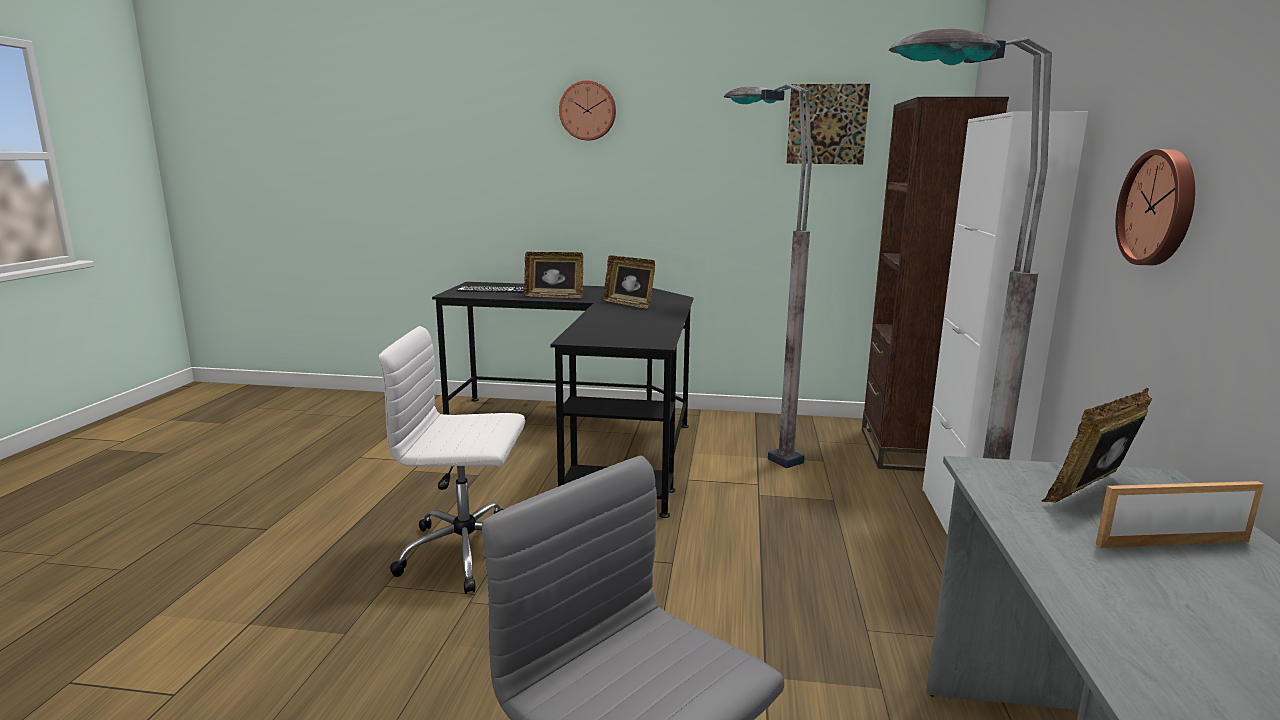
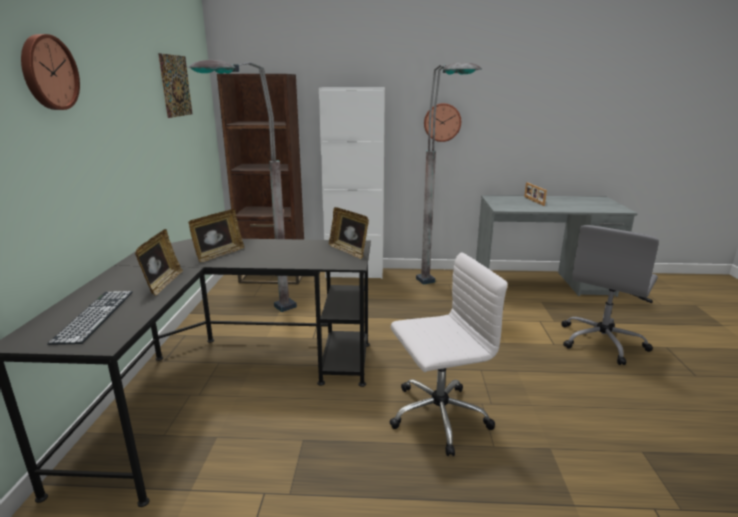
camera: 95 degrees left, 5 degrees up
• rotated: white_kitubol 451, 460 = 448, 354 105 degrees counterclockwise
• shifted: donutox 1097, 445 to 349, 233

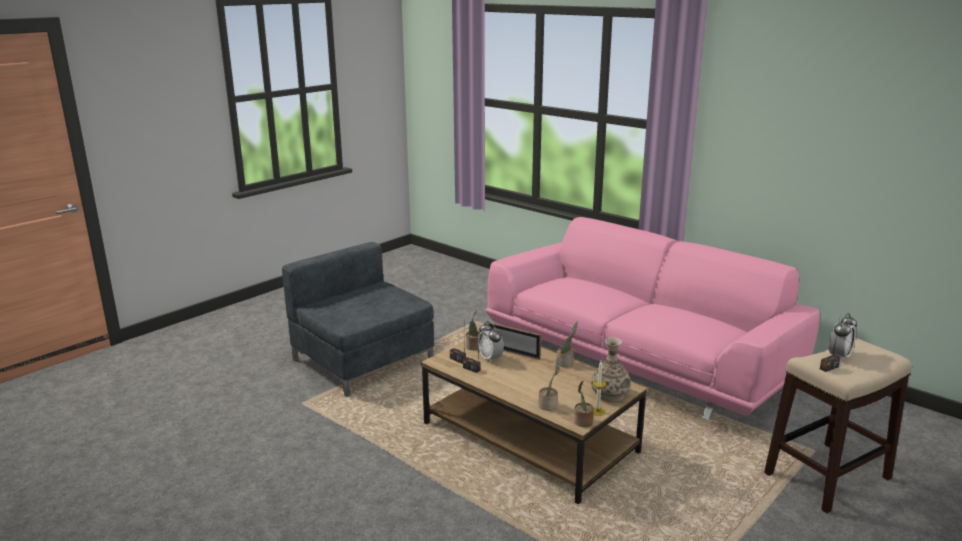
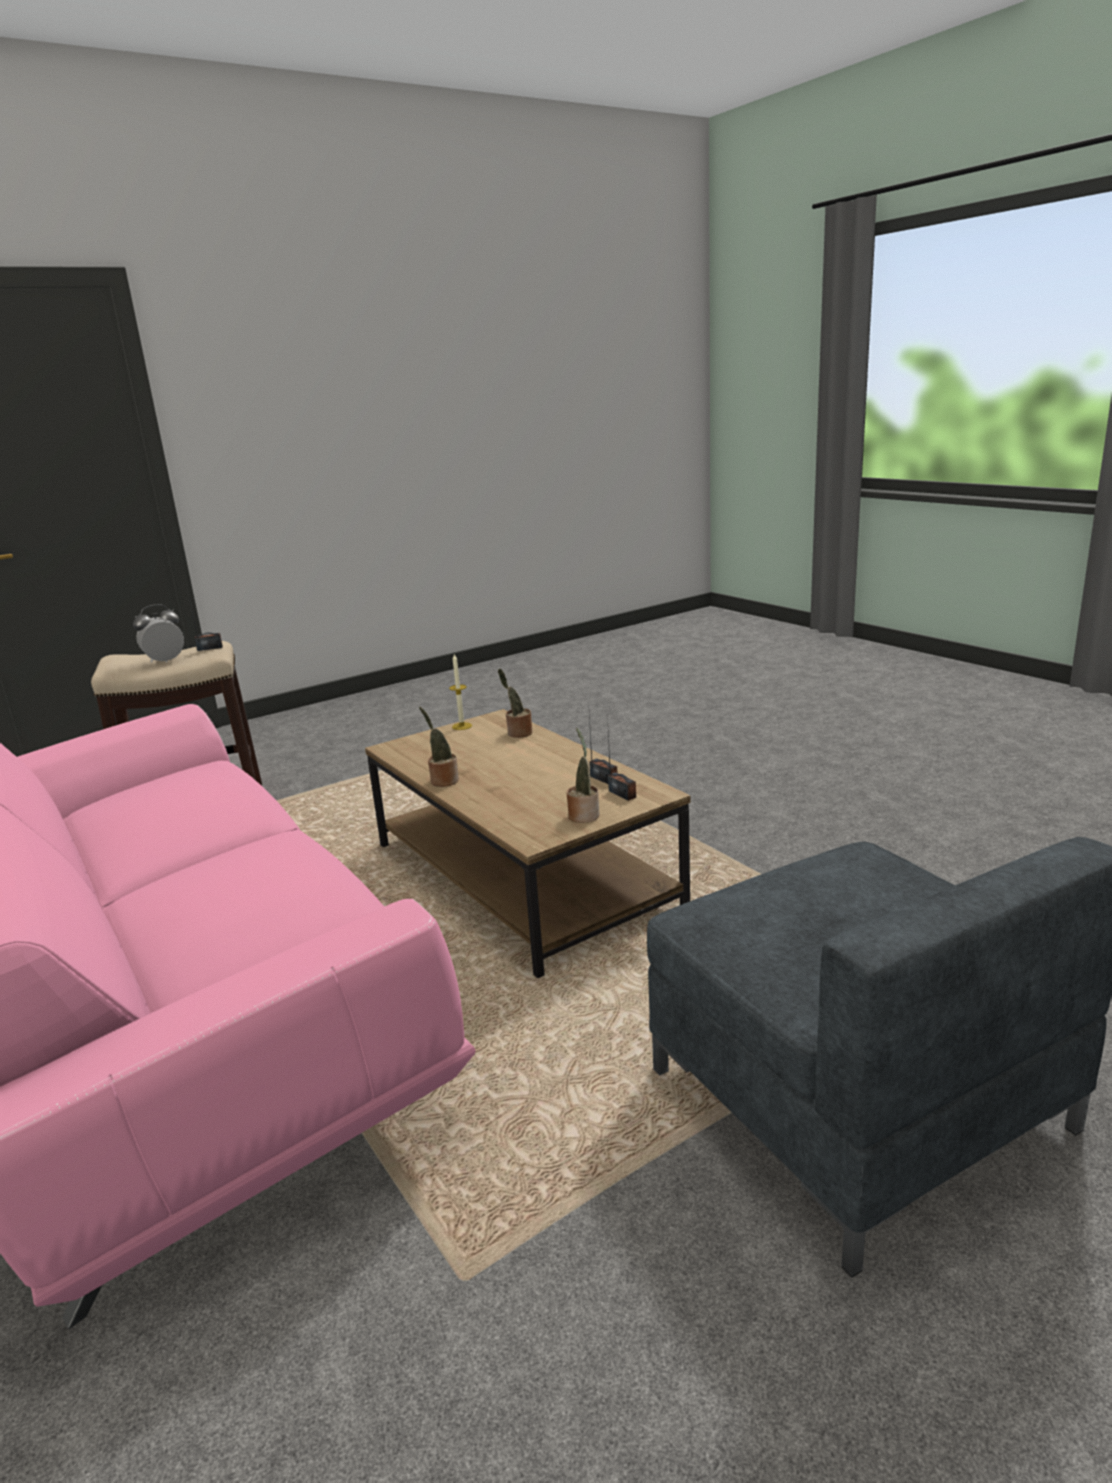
camera: 165 degrees left, 0 degrees up
• gone: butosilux 491, 342
• gone: donutox 514, 341
• gone: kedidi 584, 403
• gone: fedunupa 611, 369

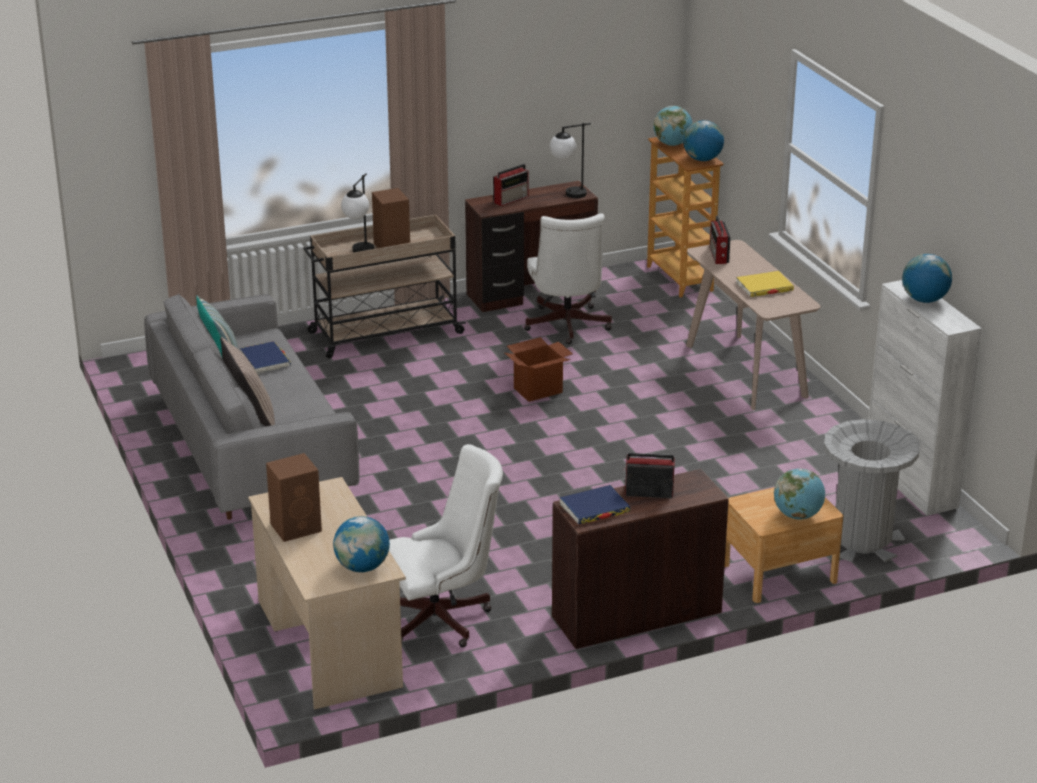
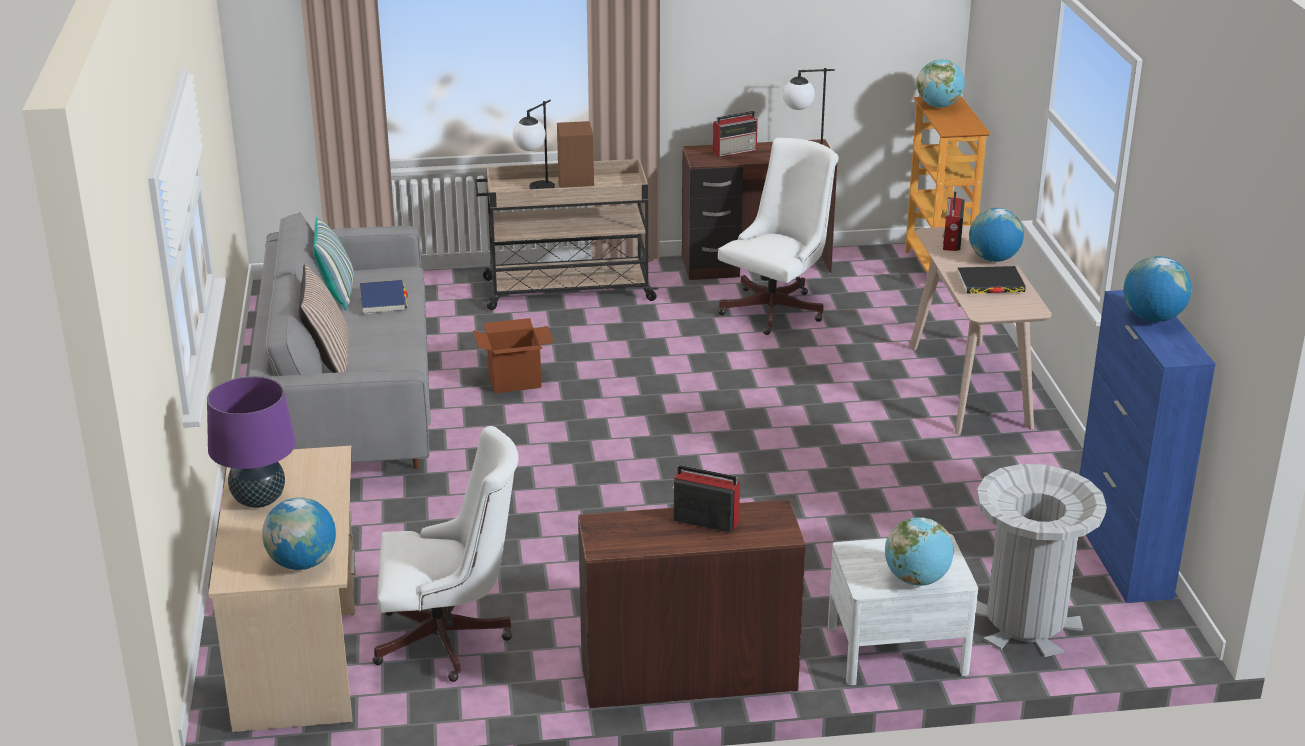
camera: 15 degrees right, 0 degrees up
• swapped: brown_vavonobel 294, 497 to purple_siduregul 251, 442
• shifted: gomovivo 539, 369 to 513, 355
• rotated: white_kitubol 568, 278 = 778, 236 150 degrees counterclockwise
• gone: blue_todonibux 595, 505
• shifted: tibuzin 703, 140 to 996, 235
• repainted: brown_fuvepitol 783, 545 to white_fuvepitol 903, 609
• repainted: yellow_todonibux 765, 284 to black_todonibux 991, 280
• repainted: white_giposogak 925, 398 to blue_giposogak 1147, 446

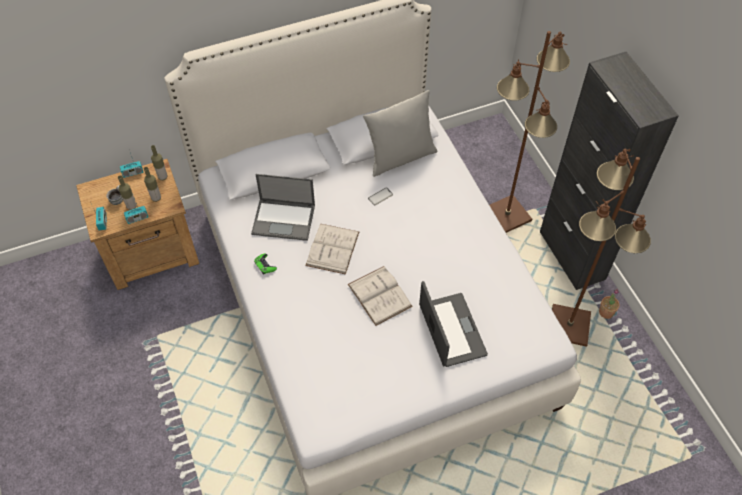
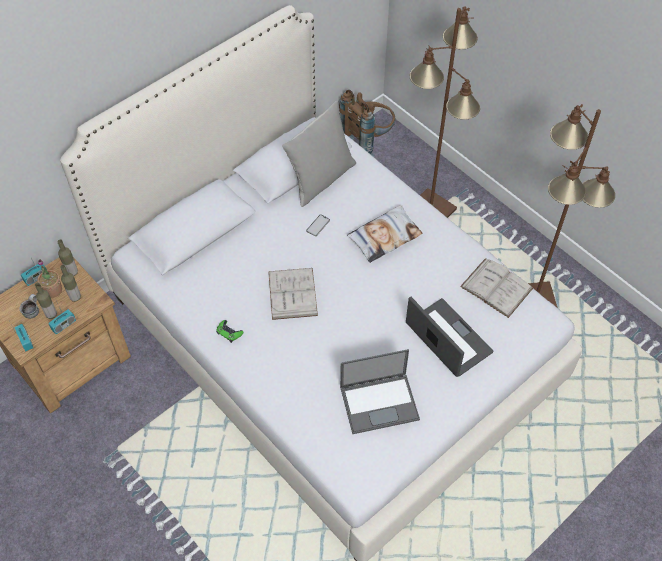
camera: 20 degrees left, 0 degrees up
• shifted: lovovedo 283, 207 to 380, 391
• shifted: white_todonibux 380, 296 to 496, 288
• gone: black_giposogak 609, 171
• shifted: kedidi 609, 304 to 49, 278
• new: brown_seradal 367, 123
• new: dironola 385, 234

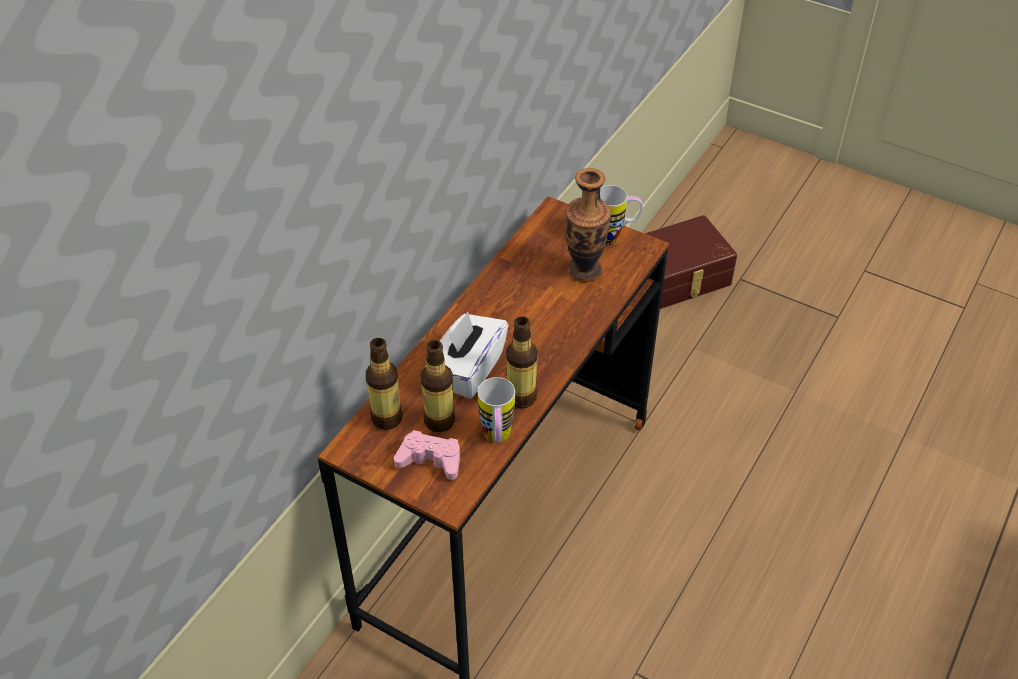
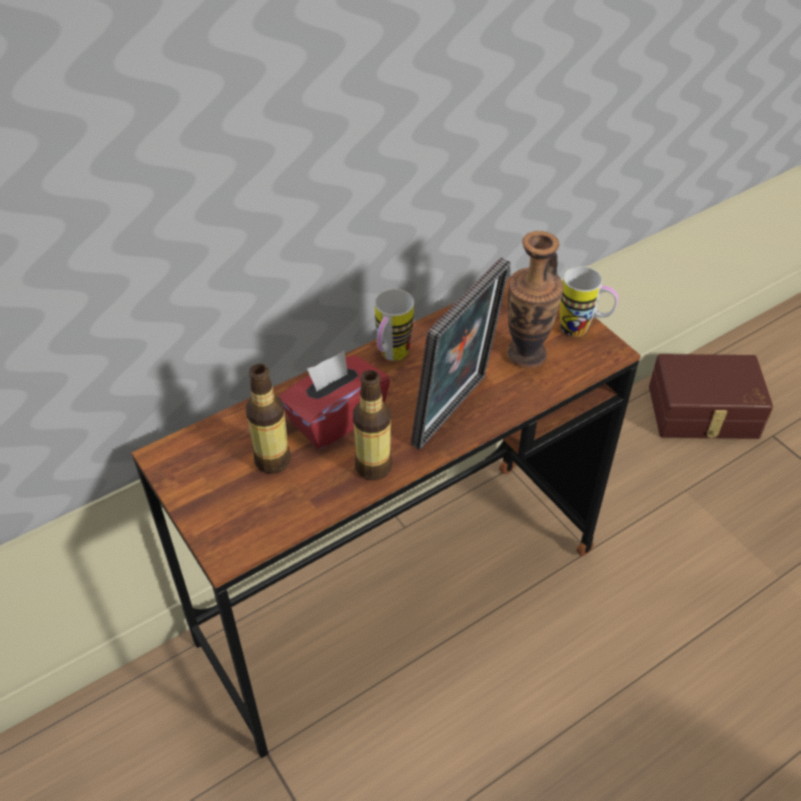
camera: 25 degrees right, 0 degrees up
• gone: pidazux 384, 384
• gone: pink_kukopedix 427, 455
• repainted: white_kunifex 466, 355 to red_kunifex 334, 400
• shifted: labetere 496, 410 to 394, 325
• new: donutox 461, 354

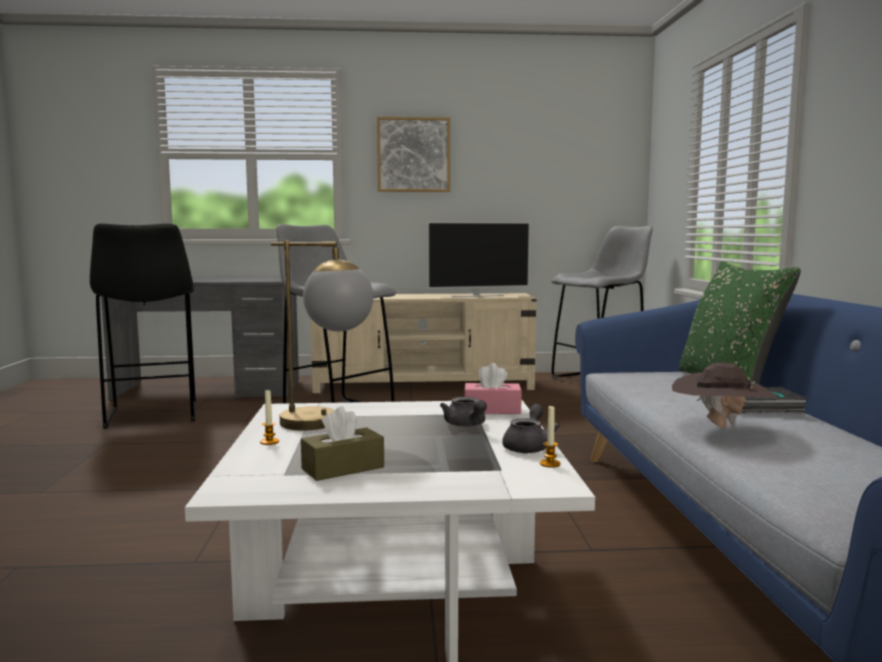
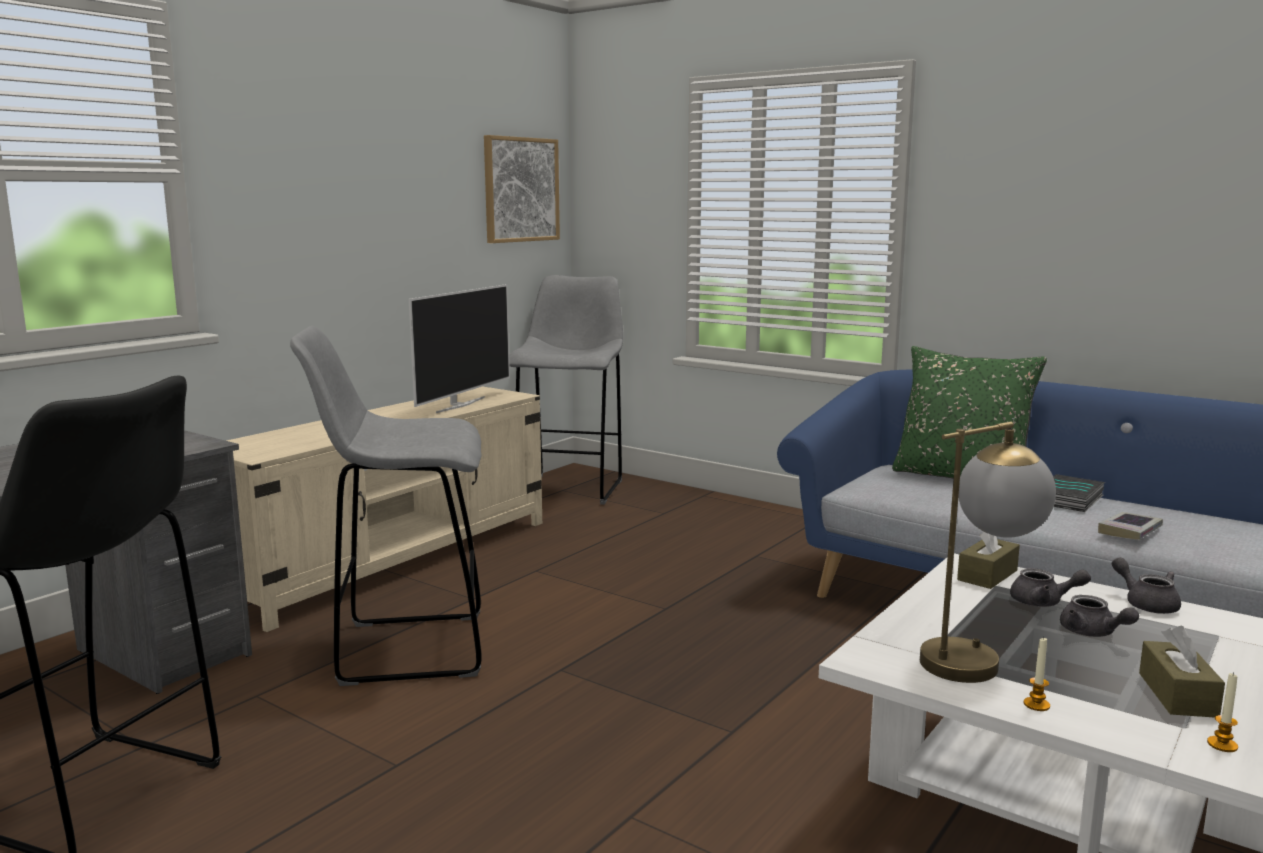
camera: 50 degrees left, 5 degrees up
• shifted: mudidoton 413, 154 to 522, 189
• repainted: pink_kunifex 493, 388 to brown_kunifex 988, 560
• shifted: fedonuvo 550, 436 to 1222, 712
• swapped: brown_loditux 724, 396 to todonibux 1130, 526
• new: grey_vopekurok 1099, 616

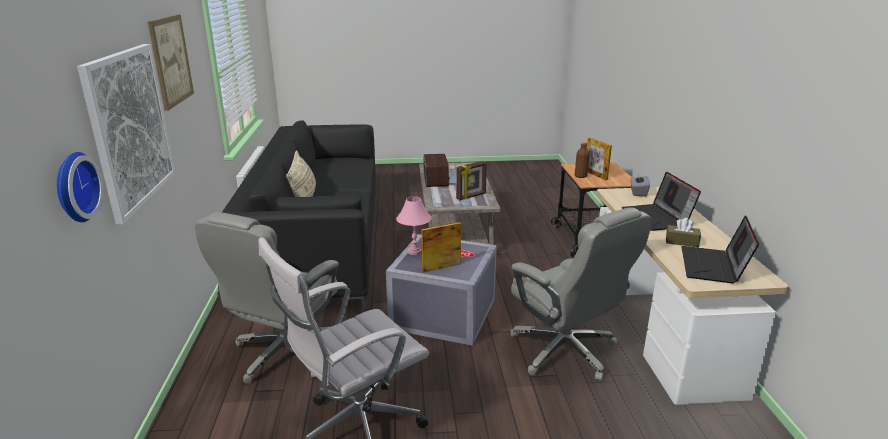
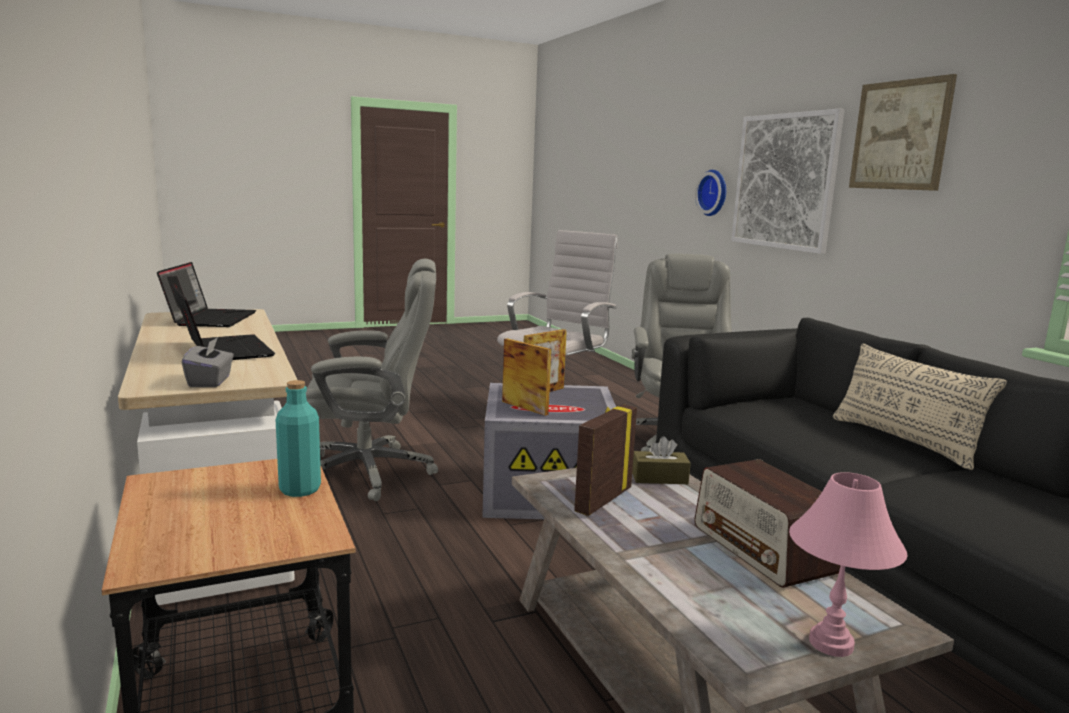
camera: 160 degrees right, 10 degrees down
• shifted: pink_siduregul 414, 225 to 848, 564
• rotated: grey_kitubol 581, 294 = 372, 380 135 degrees clockwise
• repainted: brown_pidazux 582, 159 to turquoise_pidazux 298, 438
• shifted: donutox 599, 158 to 526, 377
• shifted: brown_kunifex 683, 232 to 661, 460

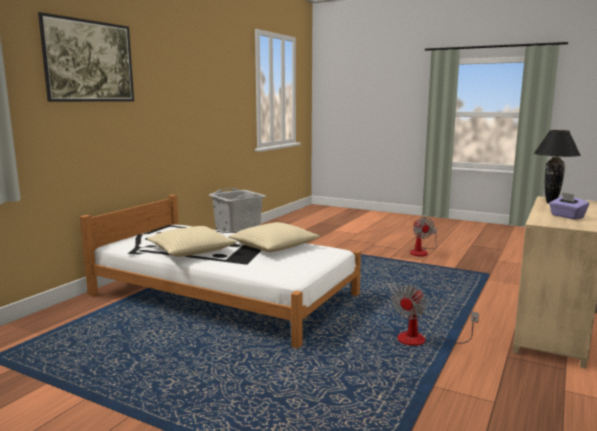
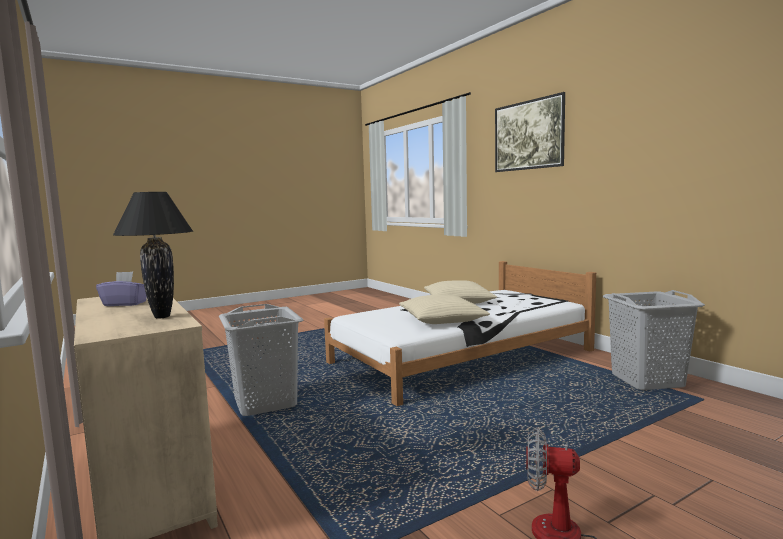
camera: 120 degrees right, 5 degrees down
• swapped: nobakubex 435, 315 to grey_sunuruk 261, 360

